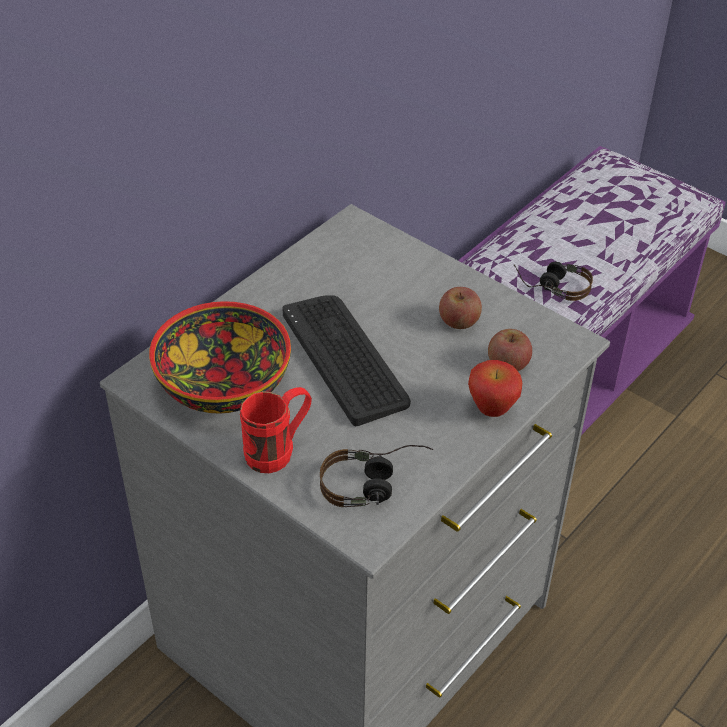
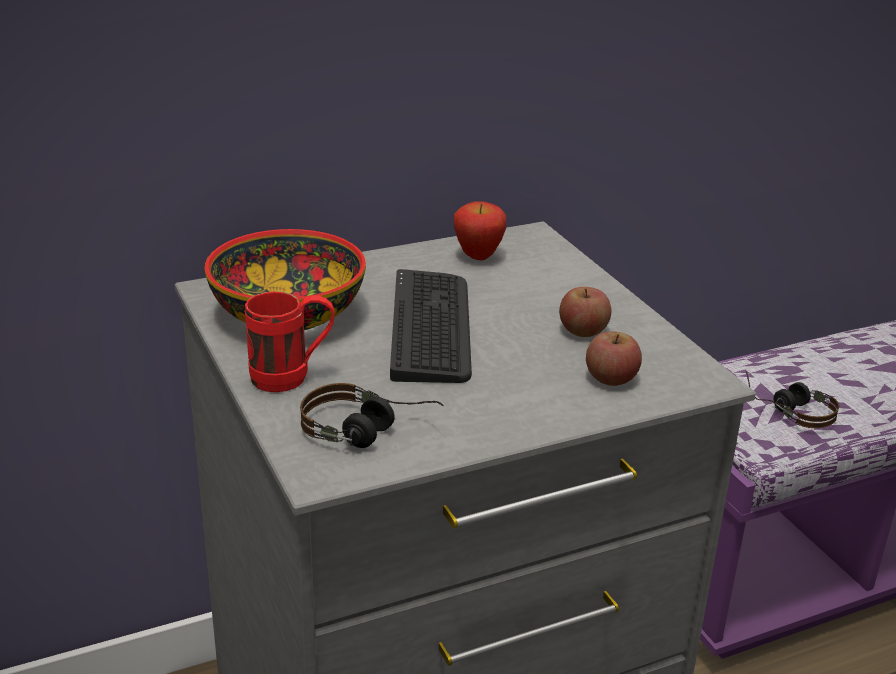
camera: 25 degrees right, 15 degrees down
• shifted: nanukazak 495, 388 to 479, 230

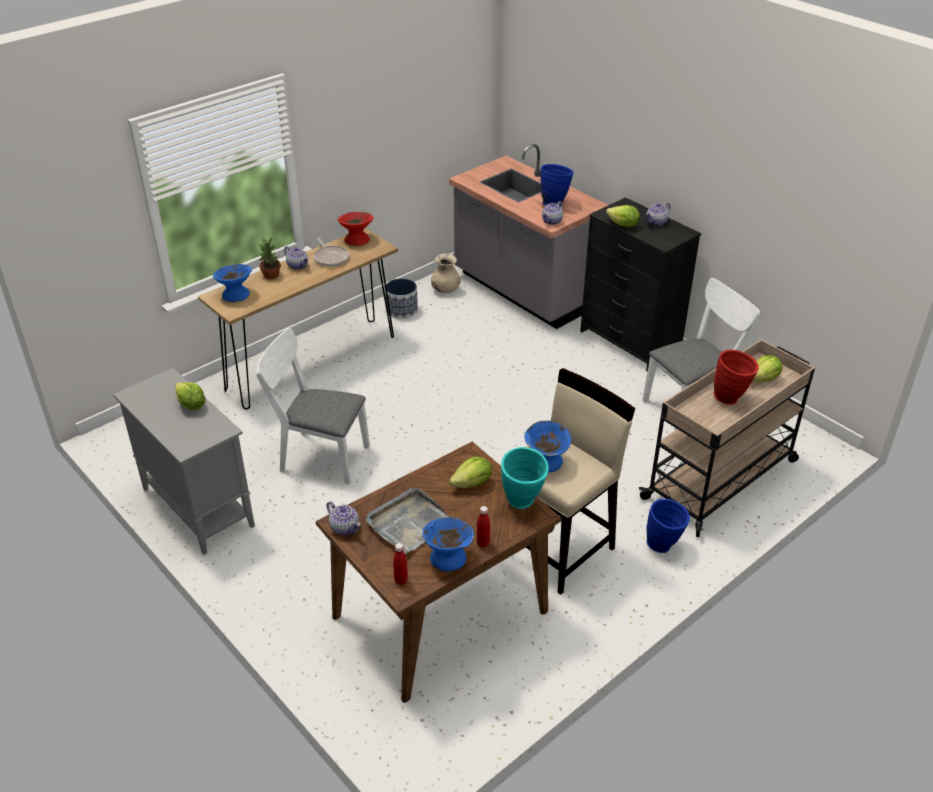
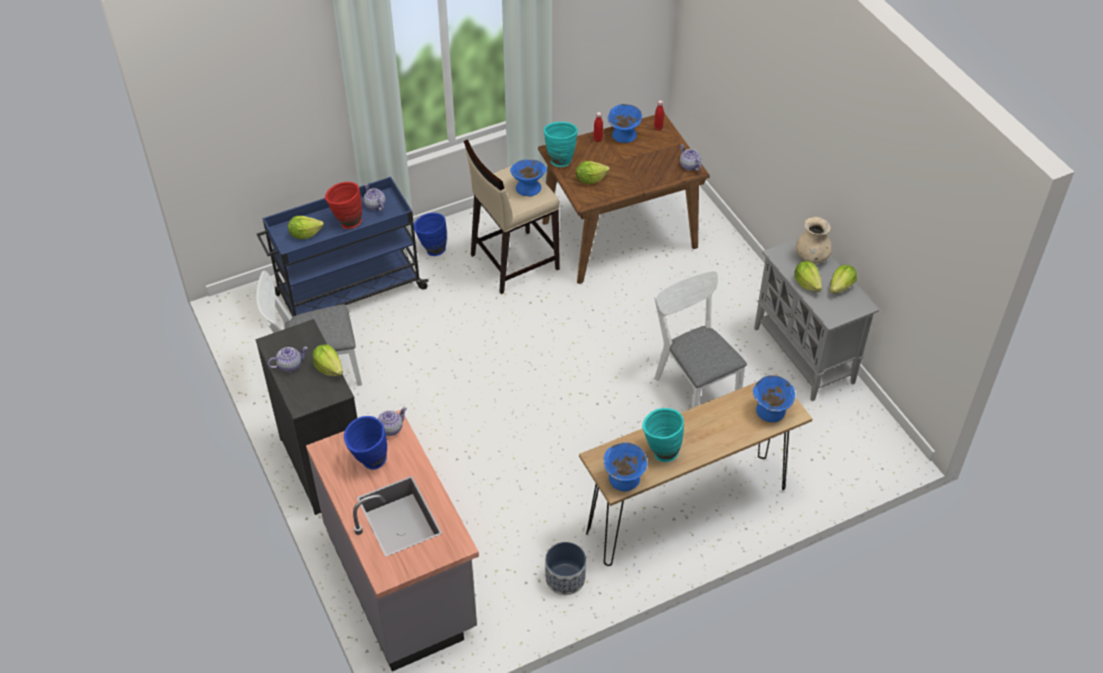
camera: 165 degrees left, 10 degrees up
• rotated: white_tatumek 313, 406 = 700, 339 150 degrees counterclockwise
• gone: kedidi 269, 258
• shifted: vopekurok 296, 258 to 374, 197
• swapped: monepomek 331, 252 to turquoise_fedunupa 663, 435
• repainted: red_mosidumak 356, 229 to blue_mosidumak 625, 466
• gone: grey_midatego 407, 521
• shifted: beige_fedunupa 446, 273 to 813, 240
• repainted: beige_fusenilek 727, 438 to blue_fusenilek 343, 247
• new: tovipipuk 843, 279

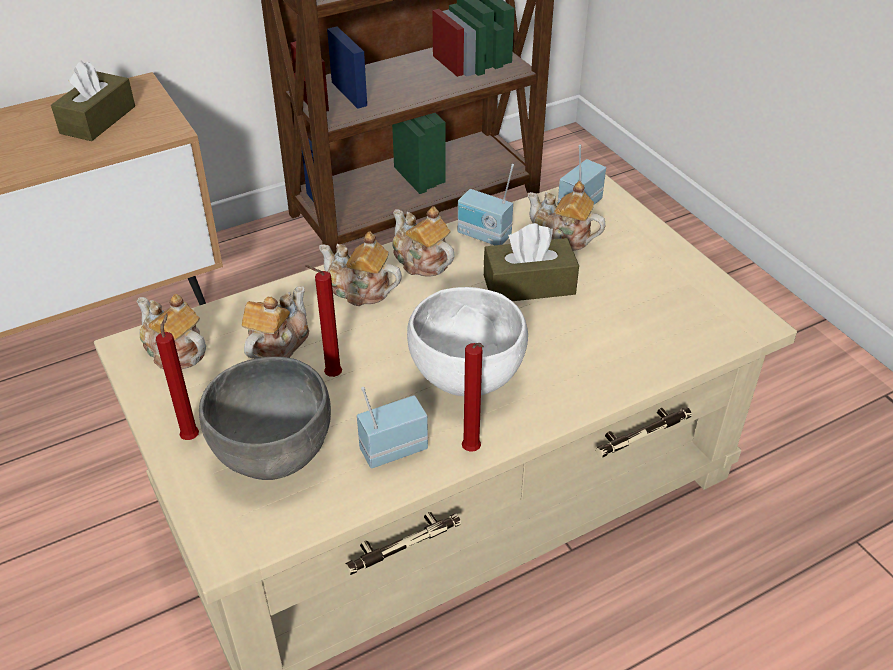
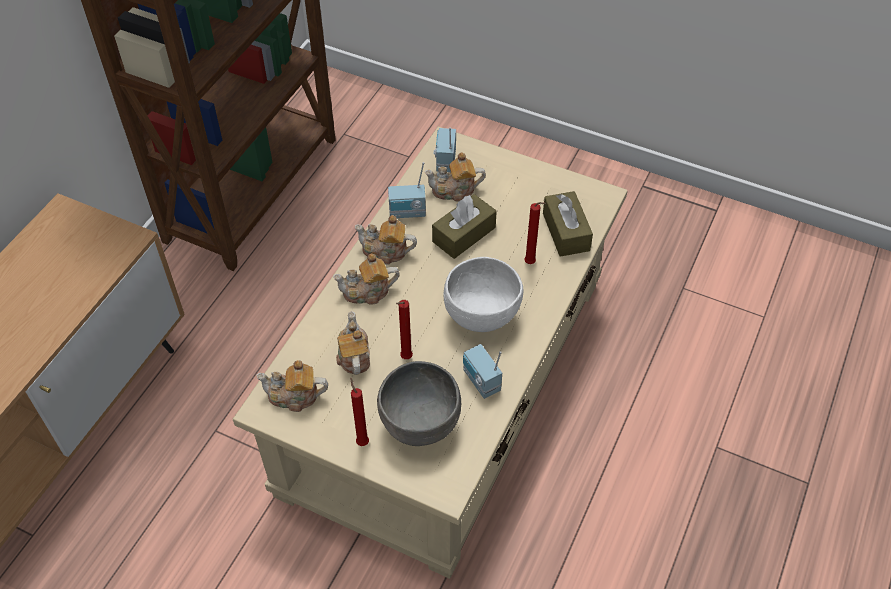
camera: 35 degrees left, 10 degrees up
• shifted: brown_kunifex 93, 100 to 568, 224
• rotated: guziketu 392, 428 = 482, 371 60 degrees counterclockwise
• shifted: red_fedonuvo 473, 397 to 535, 233

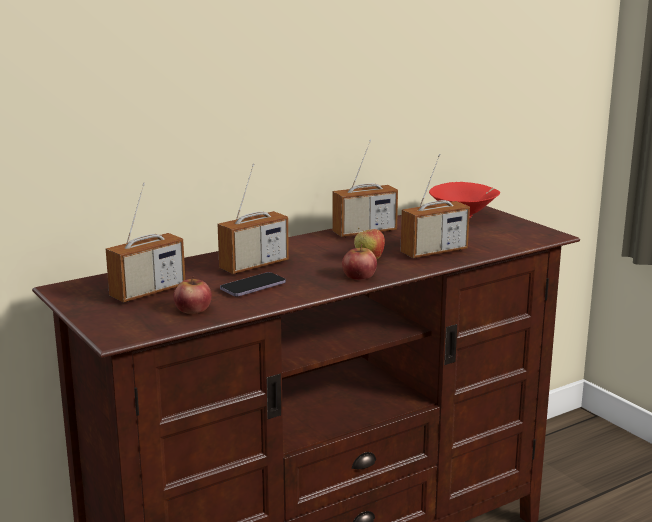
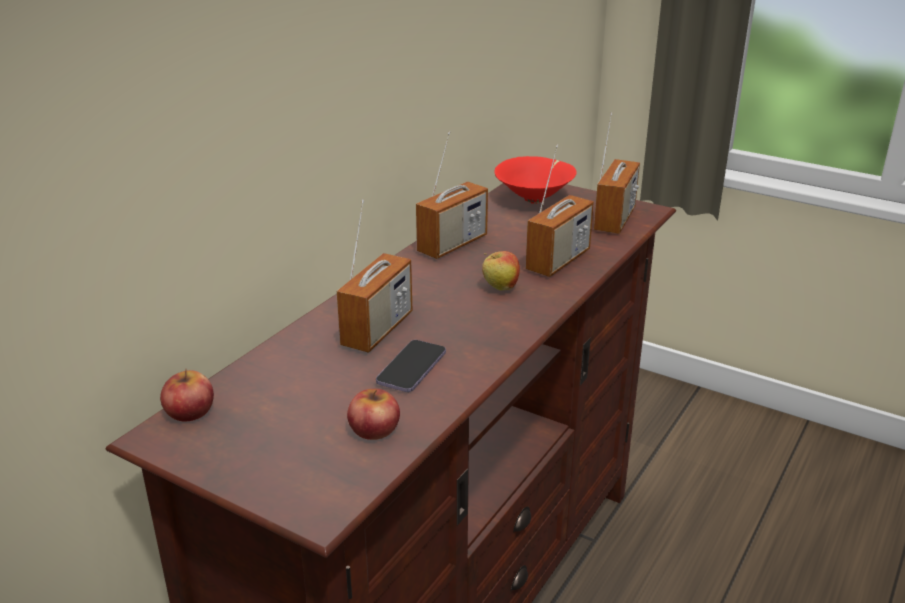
camera: 25 degrees left, 10 degrees up
• shifted: guziketu 145, 242 to 617, 173
• shifted: nanukazak 359, 262 to 187, 395

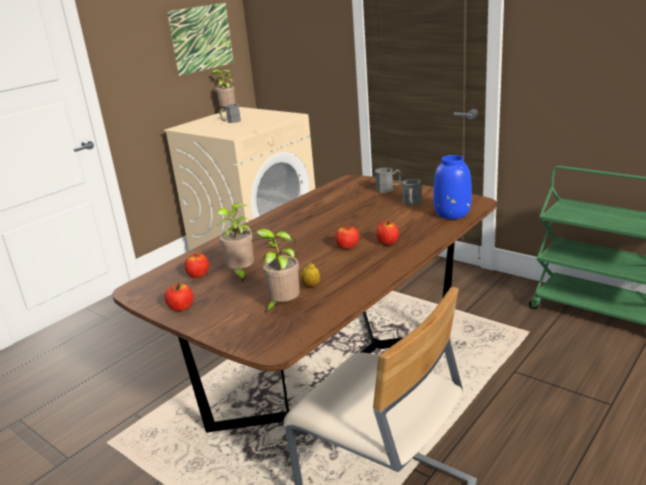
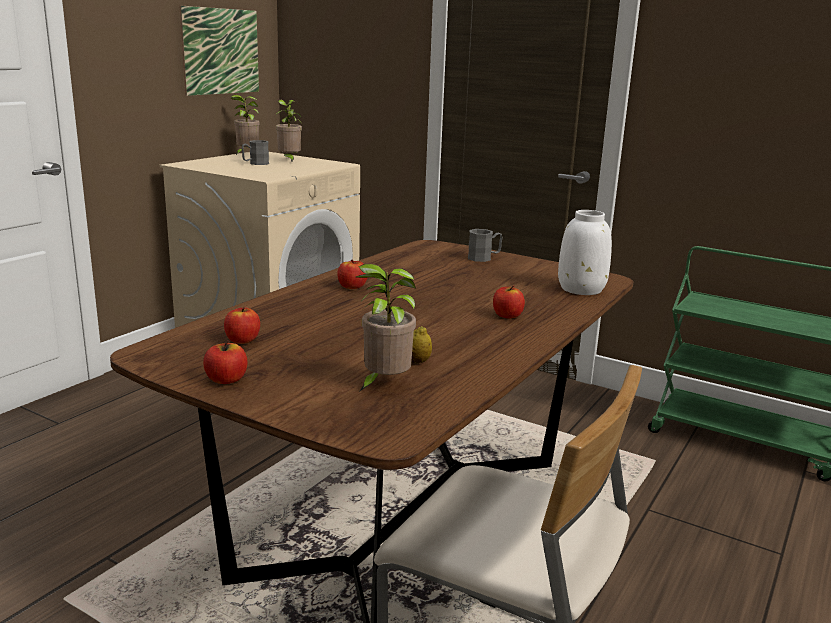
camera: 10 degrees left, 5 degrees down
• shifted: kedidi 235, 243 to 289, 131
• shifted: nanukazak 347, 237 to 352, 274
• gone: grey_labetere 412, 192
• repainted: blue_fedunupa 452, 187 to white_fedunupa 585, 252

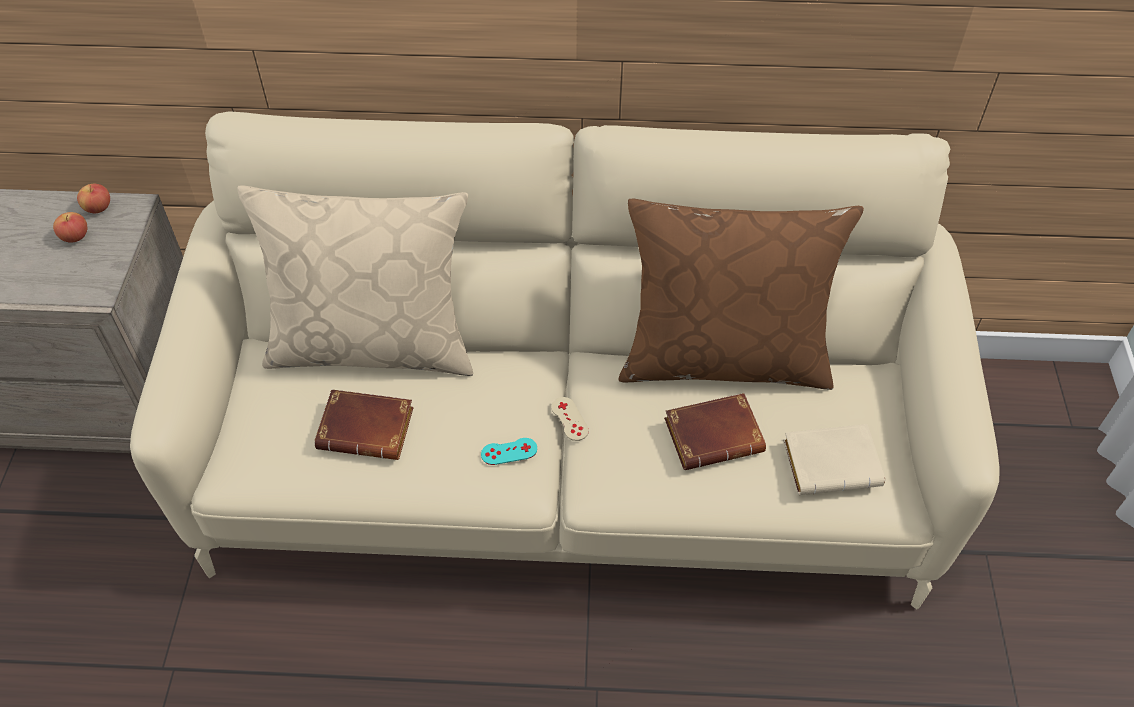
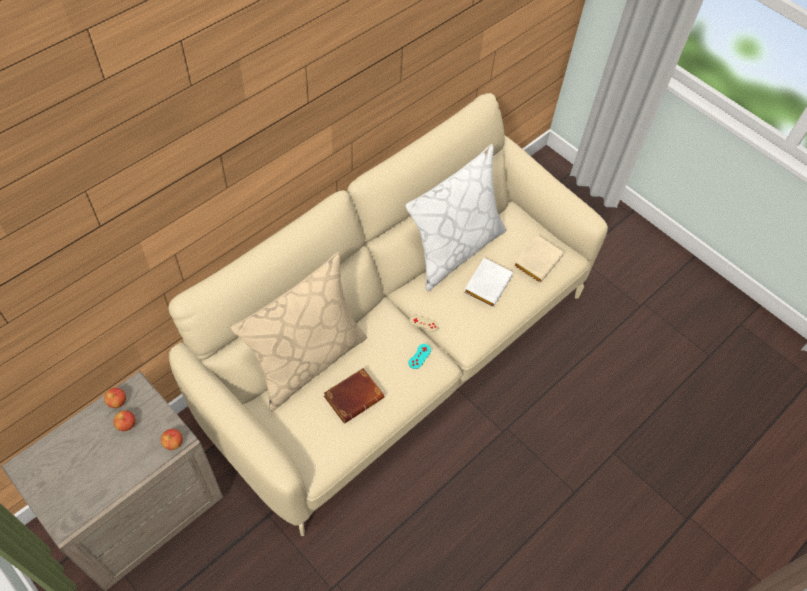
camera: 50 degrees left, 5 degrees up
• repainted: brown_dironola 741, 294 to white_dironola 455, 218
• repainted: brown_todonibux 715, 431 to white_todonibux 488, 282
• new: nanukazak 172, 439

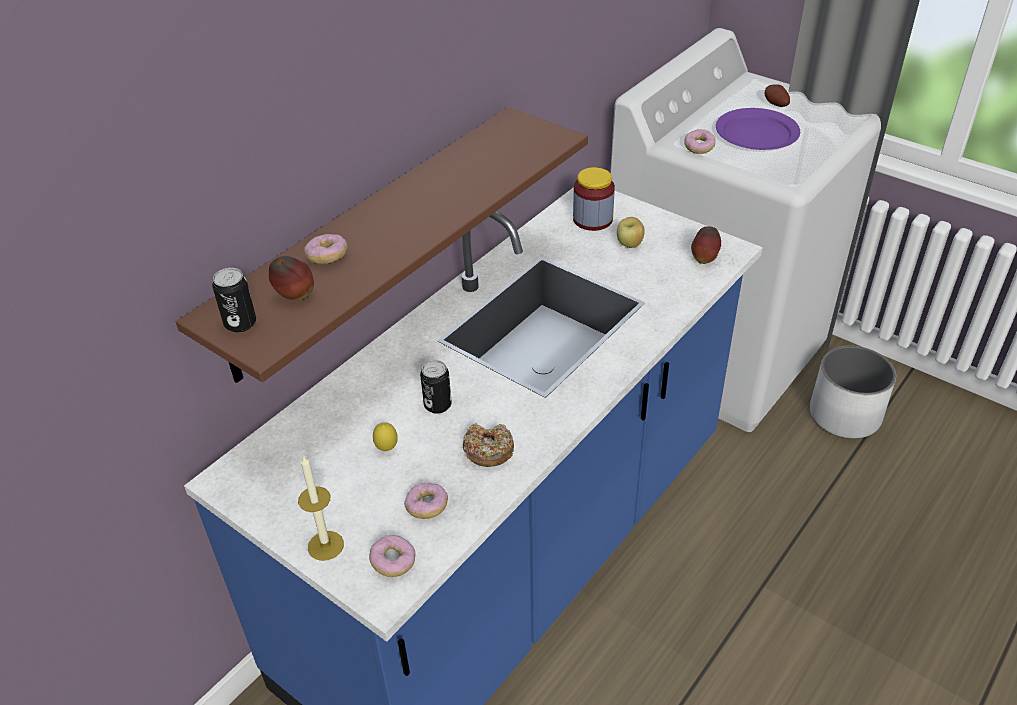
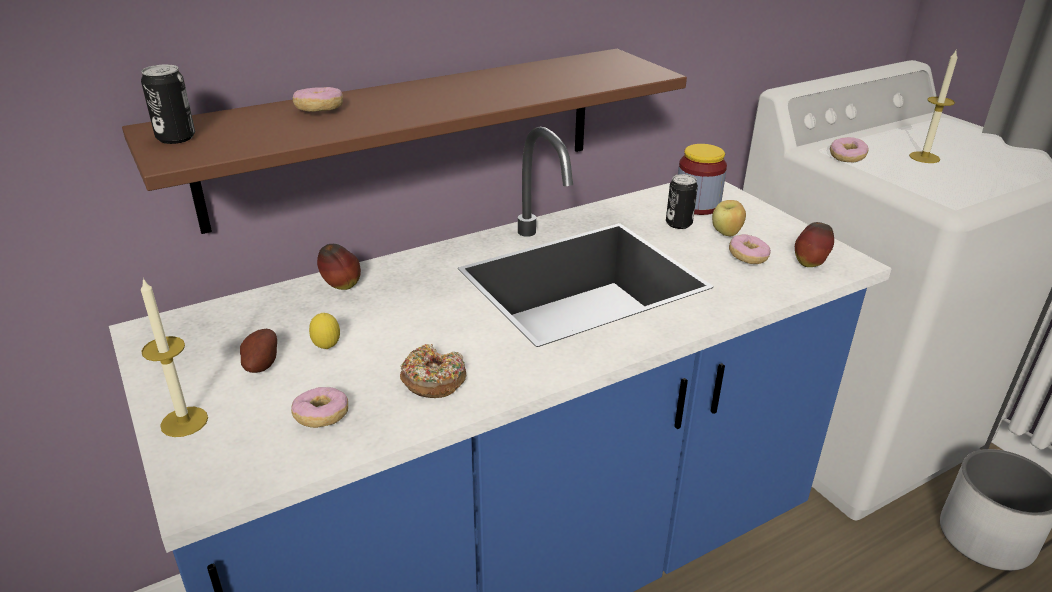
camera: 20 degrees right, 10 degrees down
• shifted: nanukazak 291, 278 to 339, 267
• shifted: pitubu 392, 556 to 750, 249
• shifted: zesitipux 436, 387 to 682, 201
• swapped: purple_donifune 758, 129 to fedonuvo 933, 107
• shifted: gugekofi 777, 95 to 258, 351

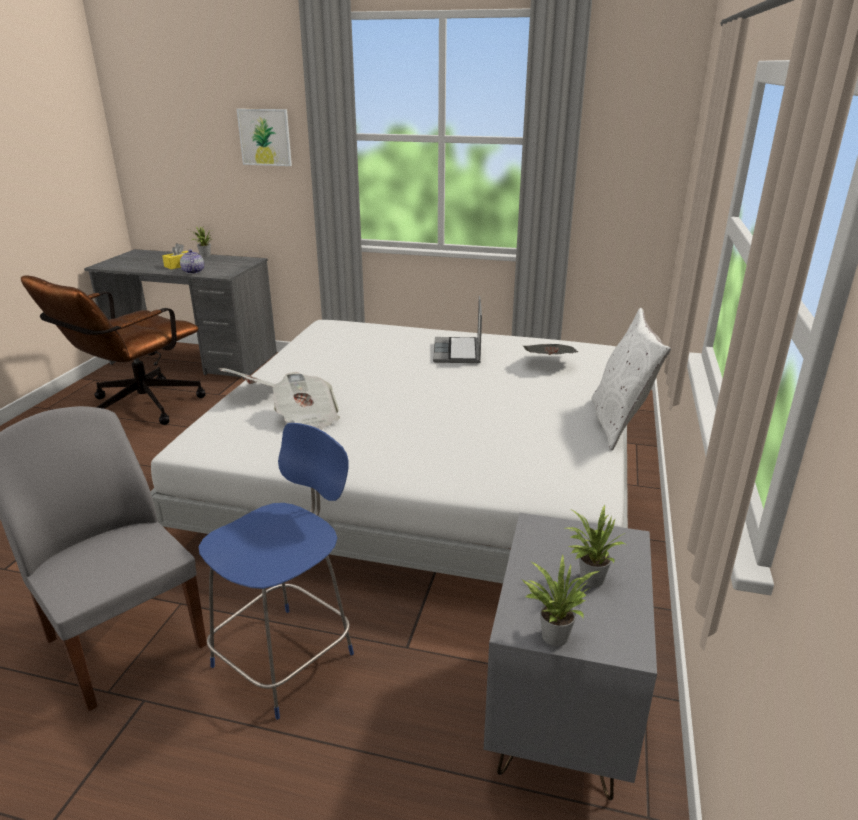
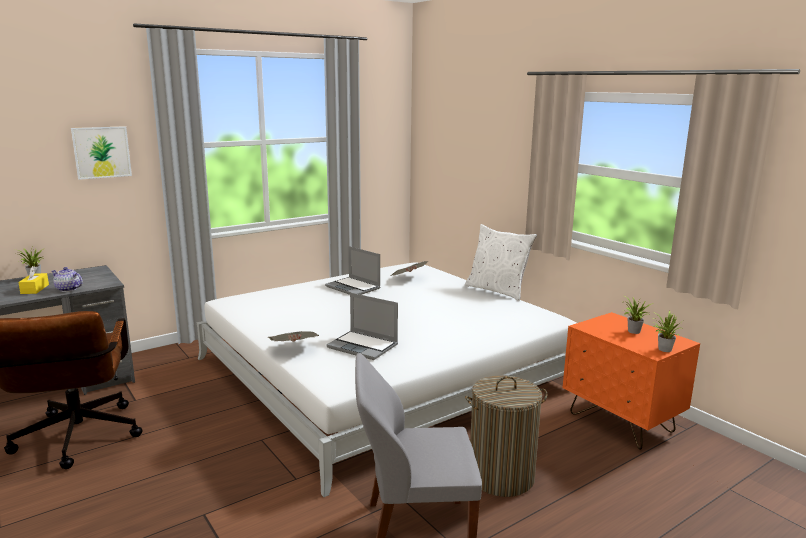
camera: 50 degrees left, 10 degrees down
• swapped: blue_tatumek 276, 571 to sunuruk 506, 436
• swapped: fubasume 306, 401 to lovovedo 362, 326
• repainted: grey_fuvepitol 570, 656 to orange_fuvepitol 631, 381

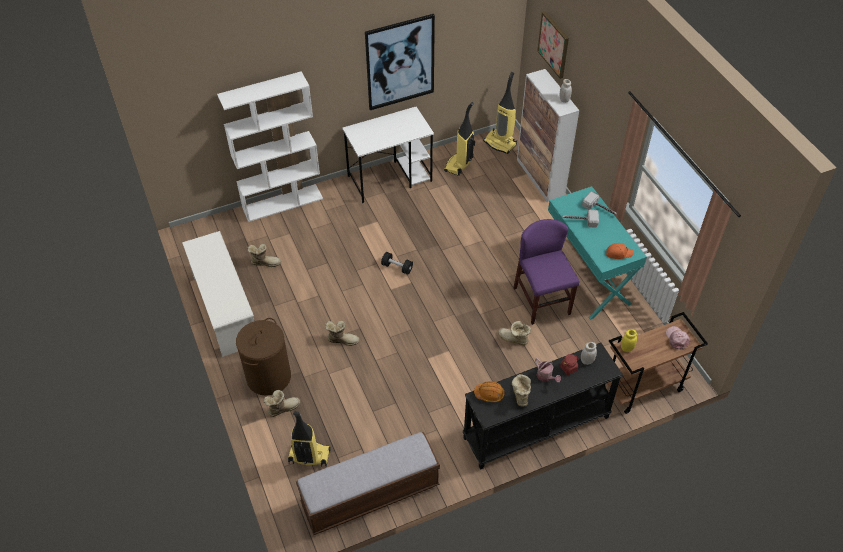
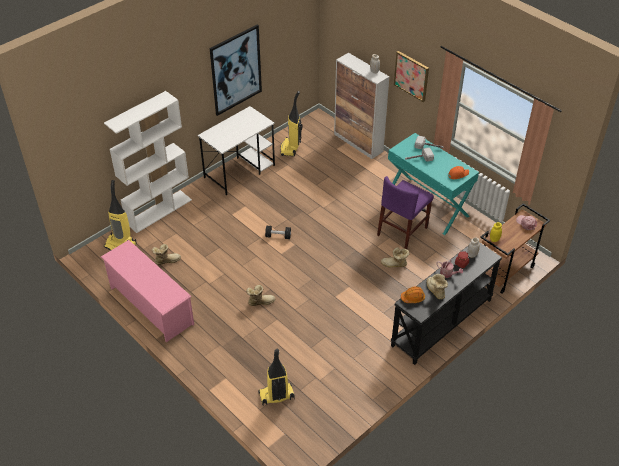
camera: 20 degrees left, 5 degrees down
• repainted: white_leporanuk 218, 294 to pink_leporanuk 147, 291
• gone: brown_sunuruk 263, 357
• gone: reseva 281, 403
• gone: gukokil 368, 483
• shifted: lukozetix 500, 113 to 120, 215
• rotated: purple_tatumek 546, 272 = 405, 212 105 degrees counterclockwise
• shifted: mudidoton 553, 45 to 411, 76

